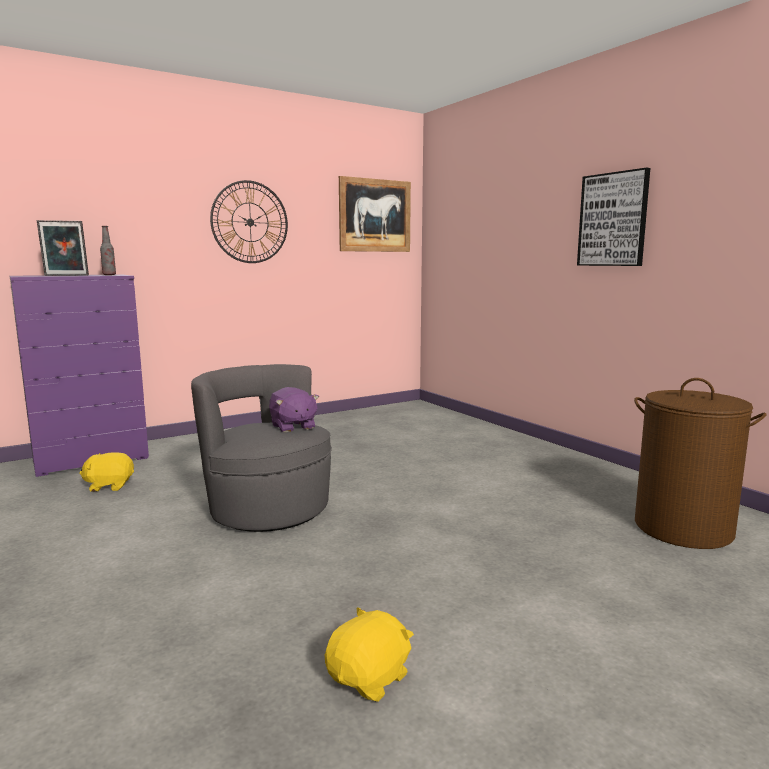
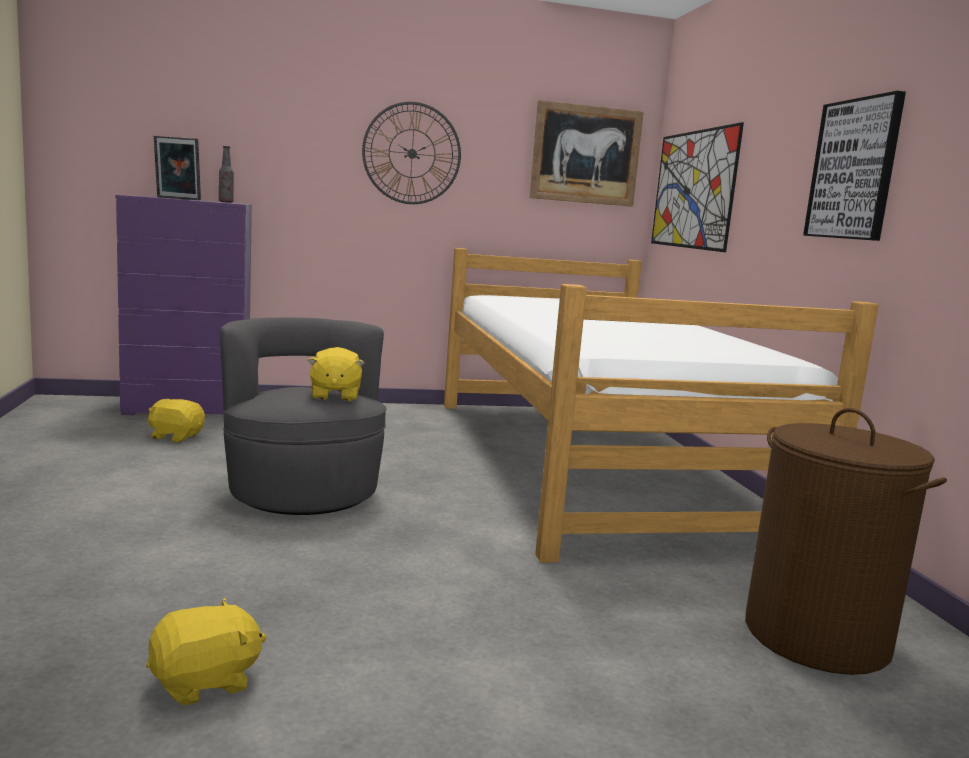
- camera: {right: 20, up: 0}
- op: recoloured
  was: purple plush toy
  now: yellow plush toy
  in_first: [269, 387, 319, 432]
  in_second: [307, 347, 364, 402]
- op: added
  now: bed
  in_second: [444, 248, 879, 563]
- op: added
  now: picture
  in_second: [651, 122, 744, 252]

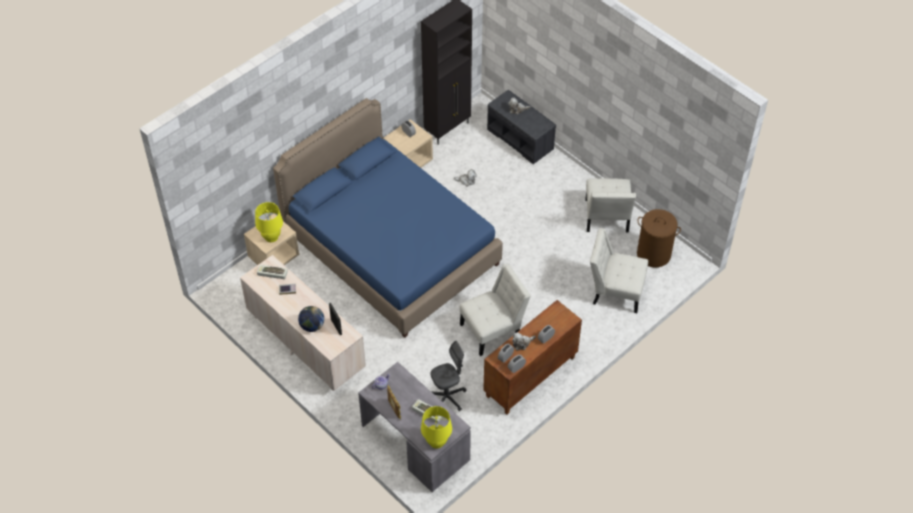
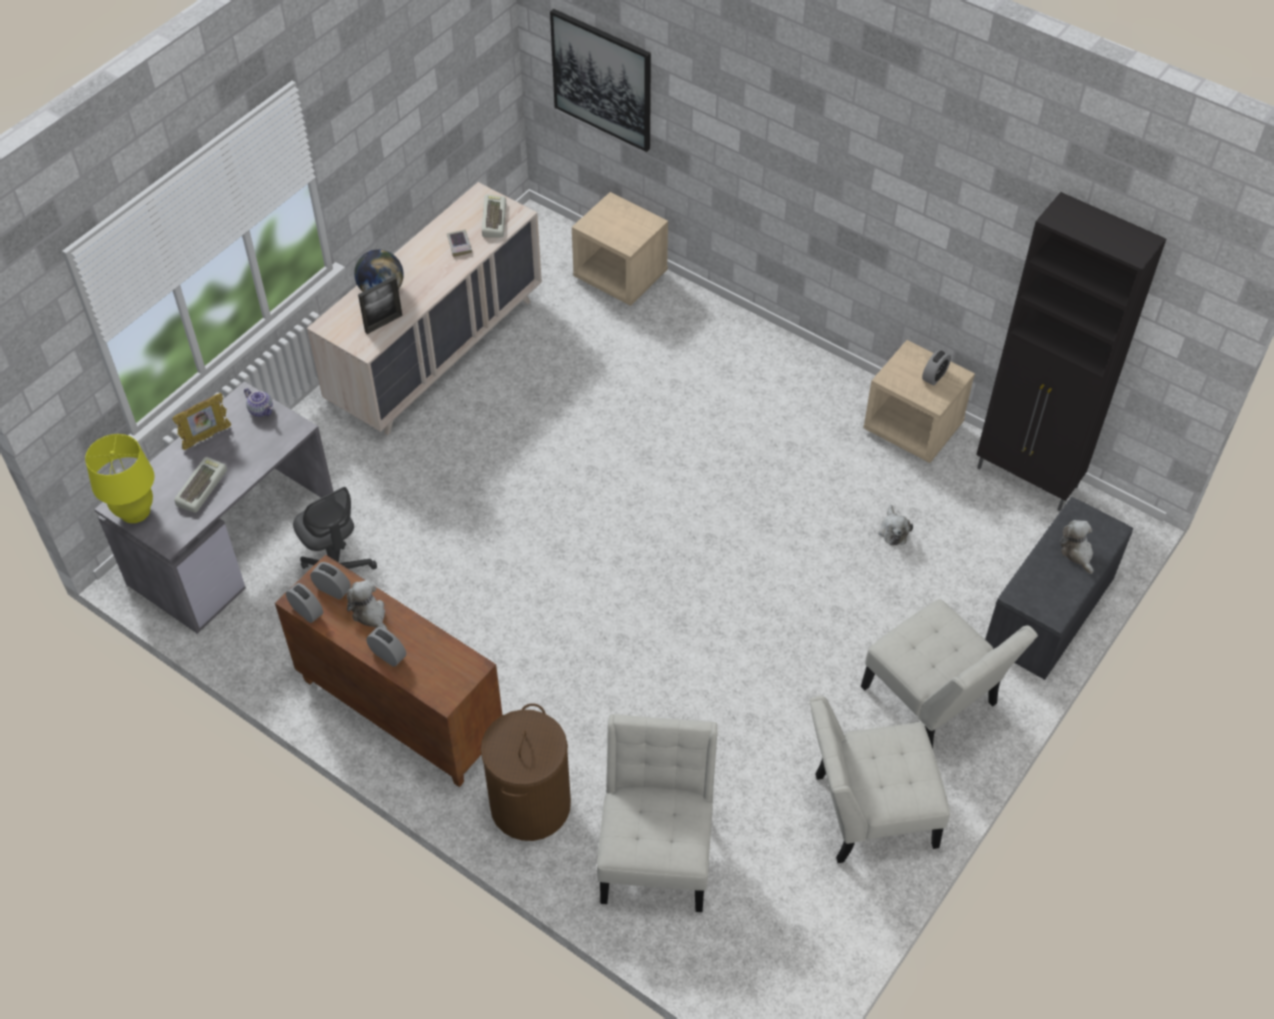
- camera: {right: 80, up: 0}
- op: removed
  was: yellow table lamp
  in_first: [255, 202, 283, 242]
- op: removed
  was: blue bed
  in_first: [273, 98, 503, 338]
- op: moved
  was: white chair
  in_first: [460, 264, 531, 356]
  in_second: [861, 599, 1038, 748]
- op: moved
  was: brown laundry basket
  in_first: [637, 209, 681, 267]
  in_second: [481, 703, 571, 841]
- op: added
  now: picture
  in_second: [550, 9, 651, 152]

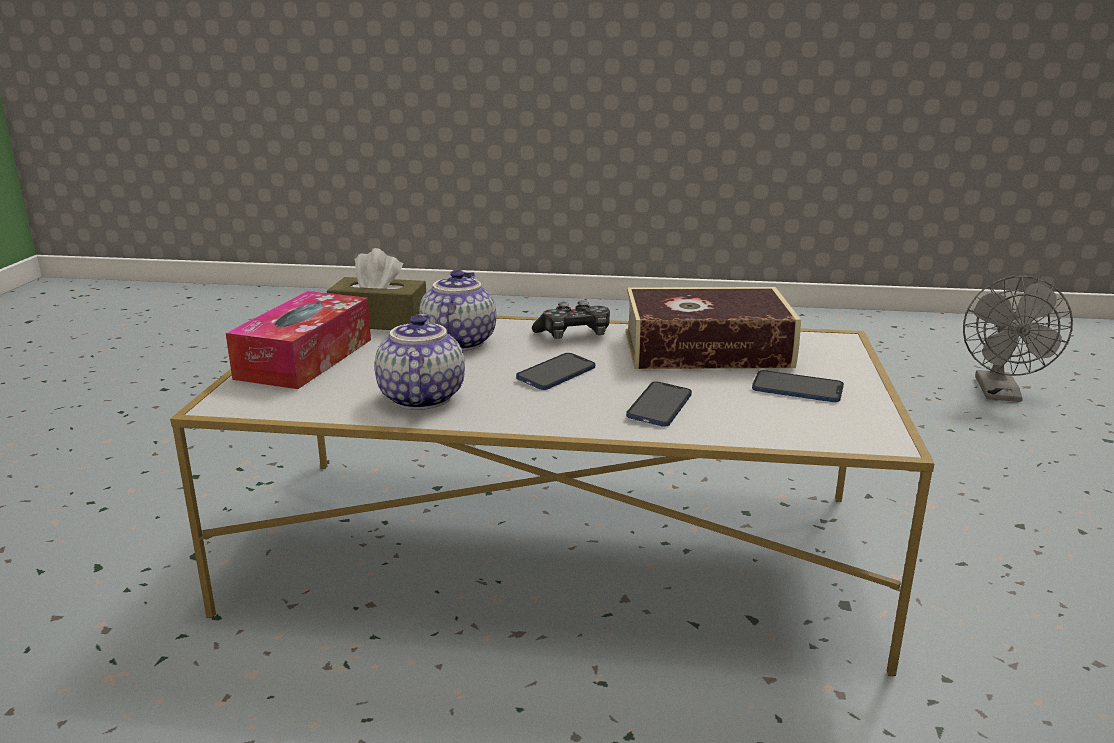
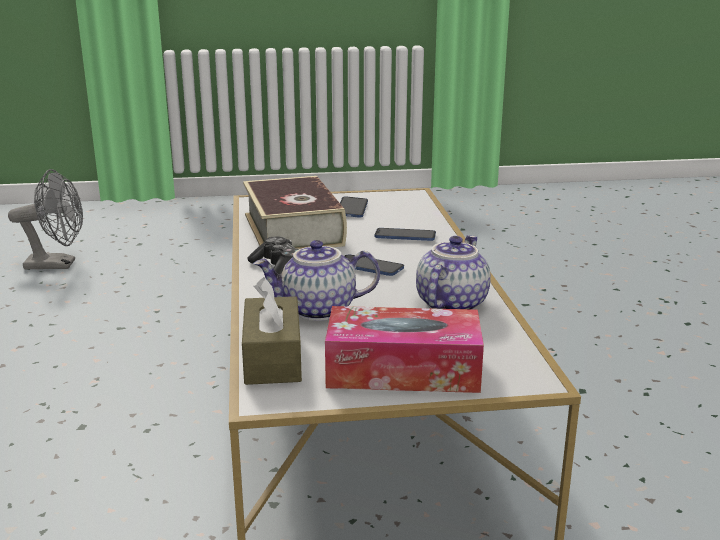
- camera: {right: -105, up: 0}
- op: turned
  was: teapot
  in_first: [375, 314, 465, 410]
  in_second: [416, 235, 491, 310]
  clockwise: 135

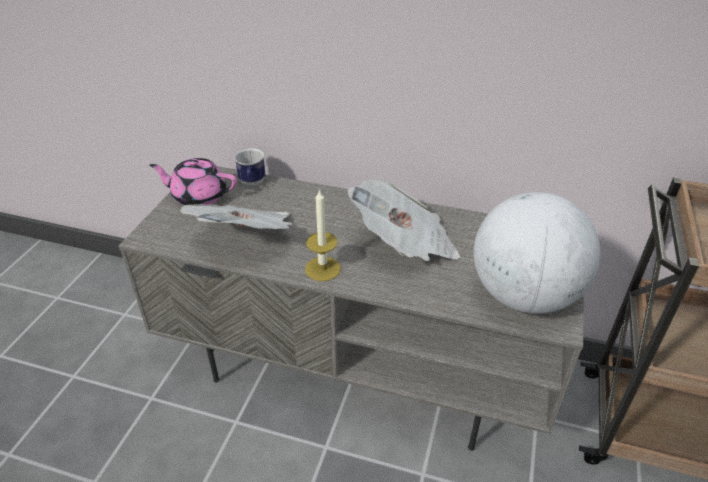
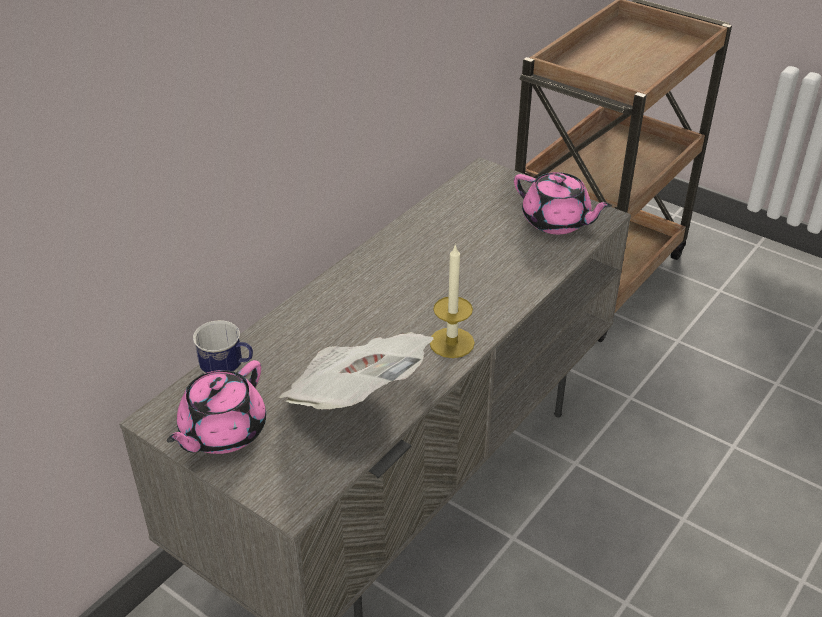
- camera: {right: -70, up: 0}
- op: removed
  was: newspaper
  in_first: [348, 179, 460, 261]
- op: replaced
  was: globe
  now: pink teapot
  in_first: [474, 192, 600, 314]
  in_second: [514, 172, 612, 234]

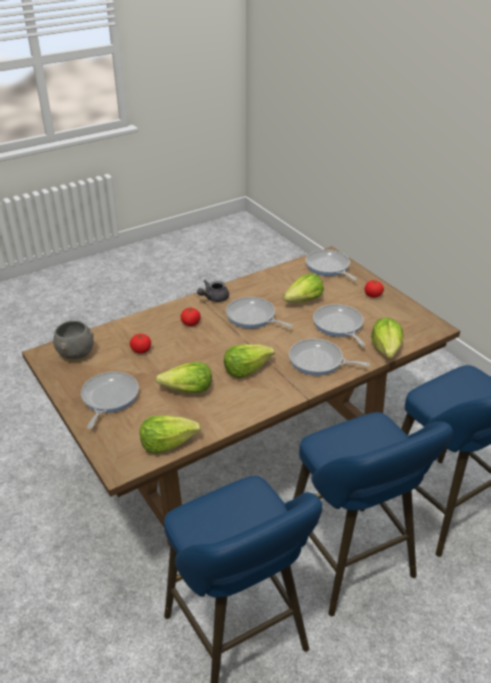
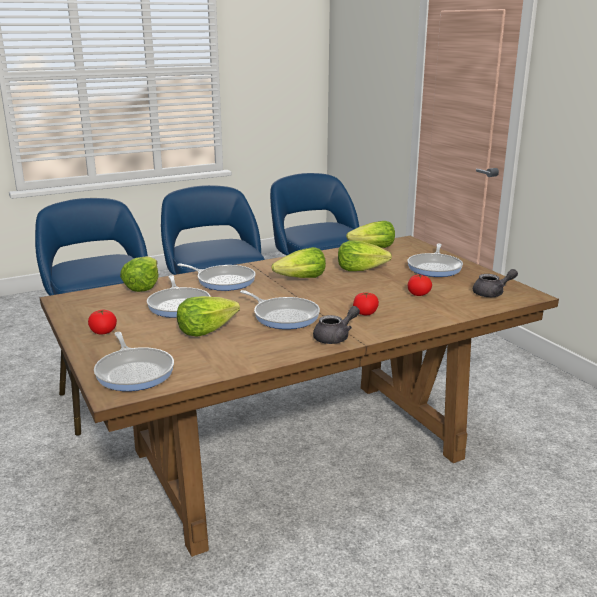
- camera: {right: -175, up: -15}
- op: replaced
  was: grey bowl
  now: grey teapot
  in_first: [53, 321, 94, 359]
  in_second: [473, 269, 518, 297]

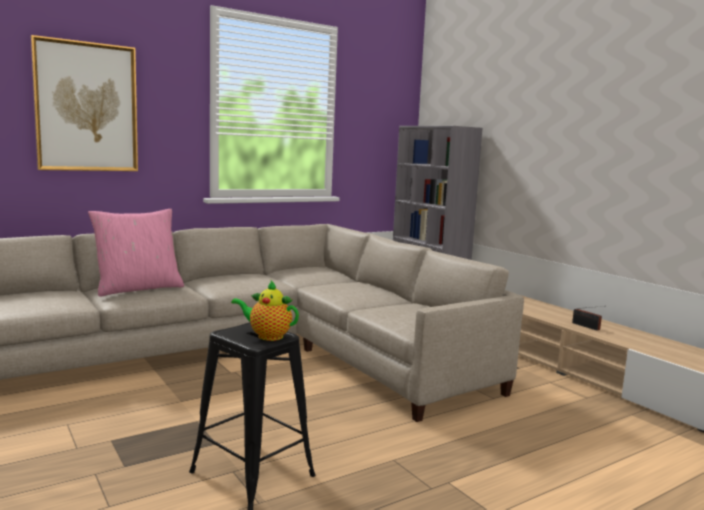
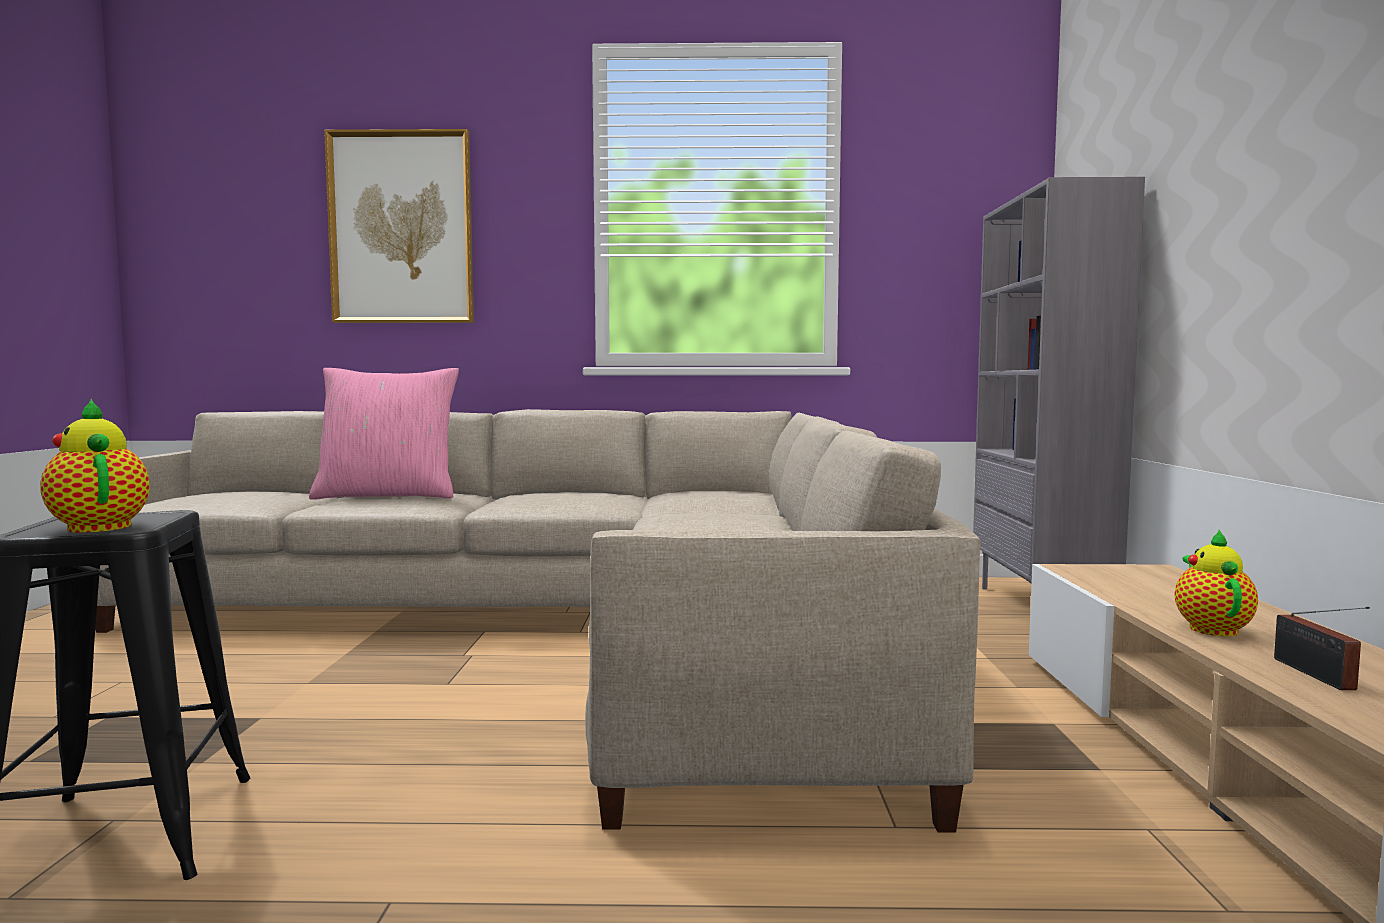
- camera: {right: 35, up: -5}
- op: added
  now: teapot
  in_second: [1175, 530, 1258, 636]

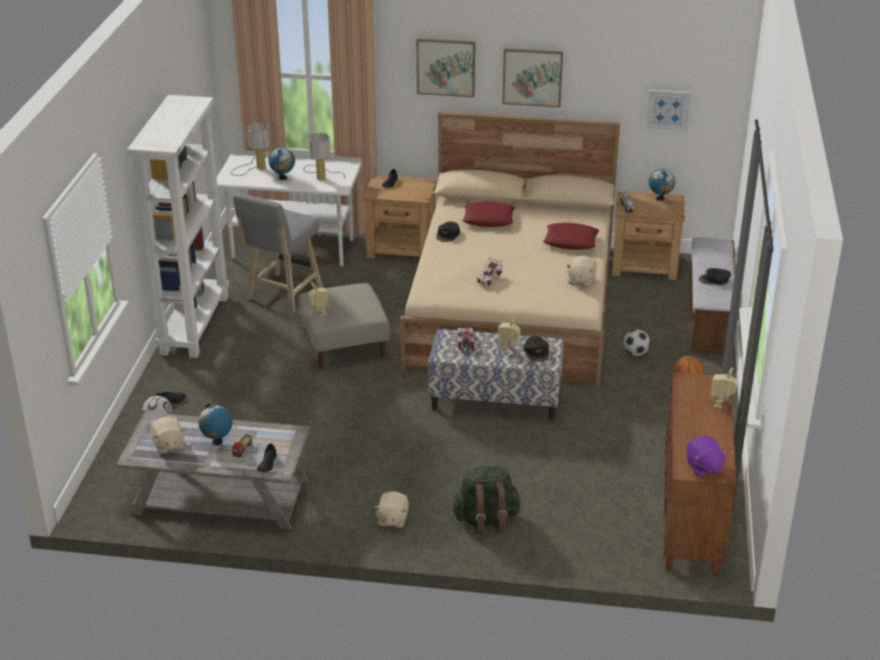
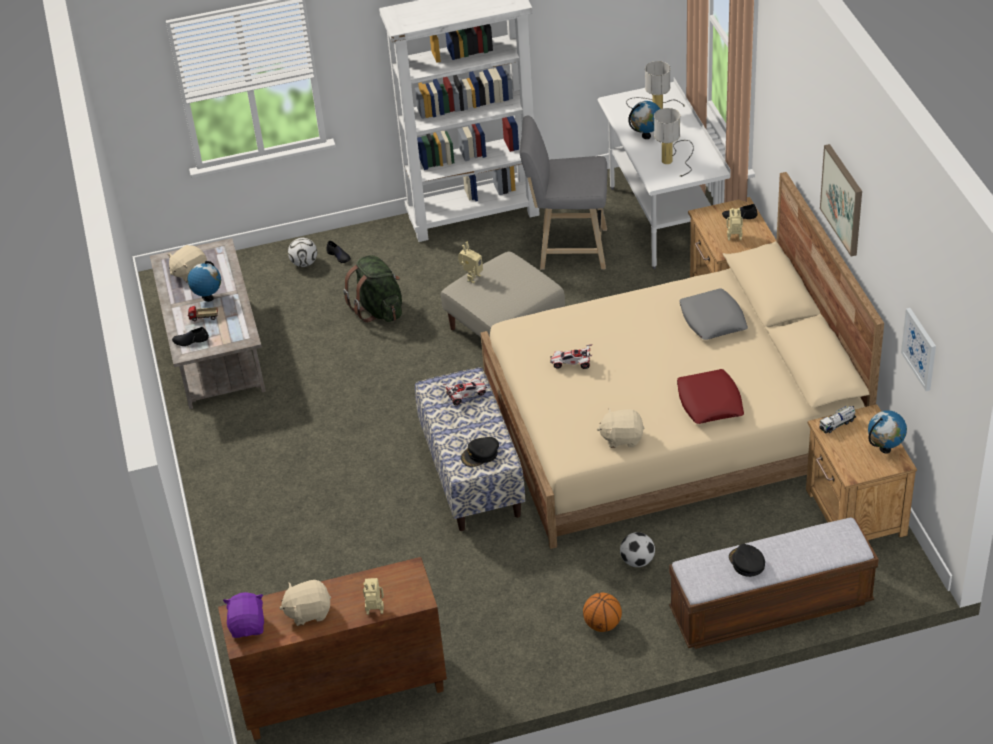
- camera: {right: 70, up: 10}
- op: moved
  was: beige plush toy
  in_first: [374, 491, 409, 529]
  in_second: [279, 580, 331, 626]
- op: removed
  was: picture
  in_first: [417, 38, 475, 97]
- op: removed
  was: black cap
  in_first: [436, 222, 460, 242]
- op: moved
  was: green backpack
  in_first: [451, 466, 520, 534]
  in_second: [343, 255, 402, 323]
- op: recoloured
  was: red pillow
  now: grey pillow
  in_first: [462, 201, 515, 227]
  in_second: [679, 288, 748, 340]
- op: moved
  was: toy robot
  in_first: [498, 317, 520, 354]
  in_second: [726, 208, 743, 240]
- op: turned
  was: purple plush toy
  in_first: [686, 436, 728, 477]
  in_second: [223, 592, 264, 638]
  clockwise: 120

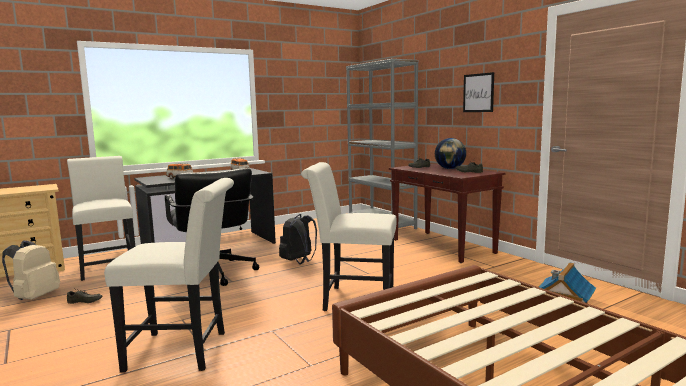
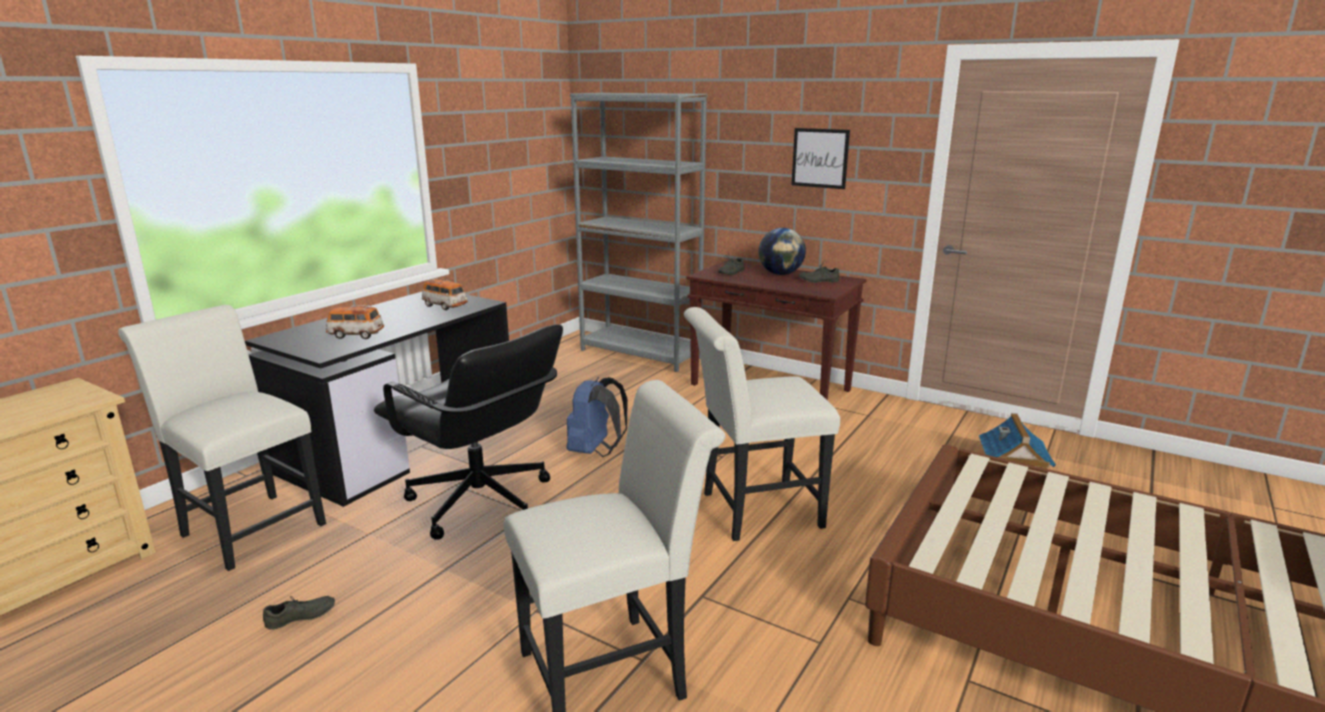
- camera: {right: -25, up: 10}
- op: removed
  was: beige backpack
  in_first: [2, 240, 60, 300]
- op: recoloured
  was: black backpack
  now: blue backpack
  in_first: [279, 214, 317, 264]
  in_second: [566, 377, 628, 457]

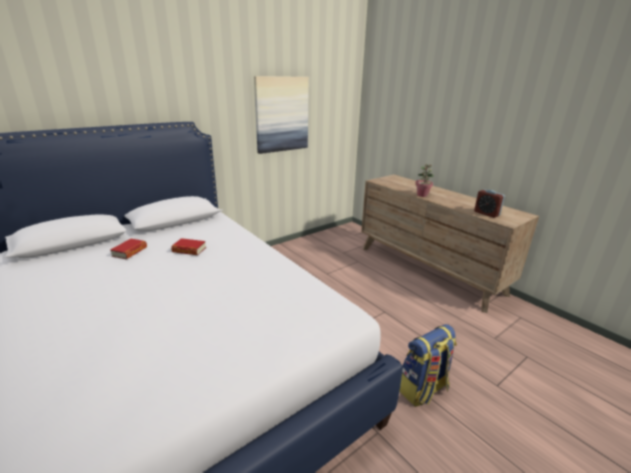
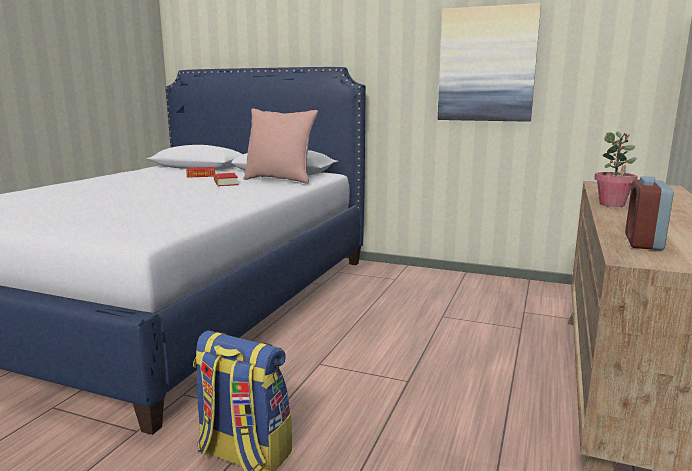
- camera: {right: 60, up: -10}
- op: added
  now: pink pillow
  in_second: [243, 108, 318, 184]

